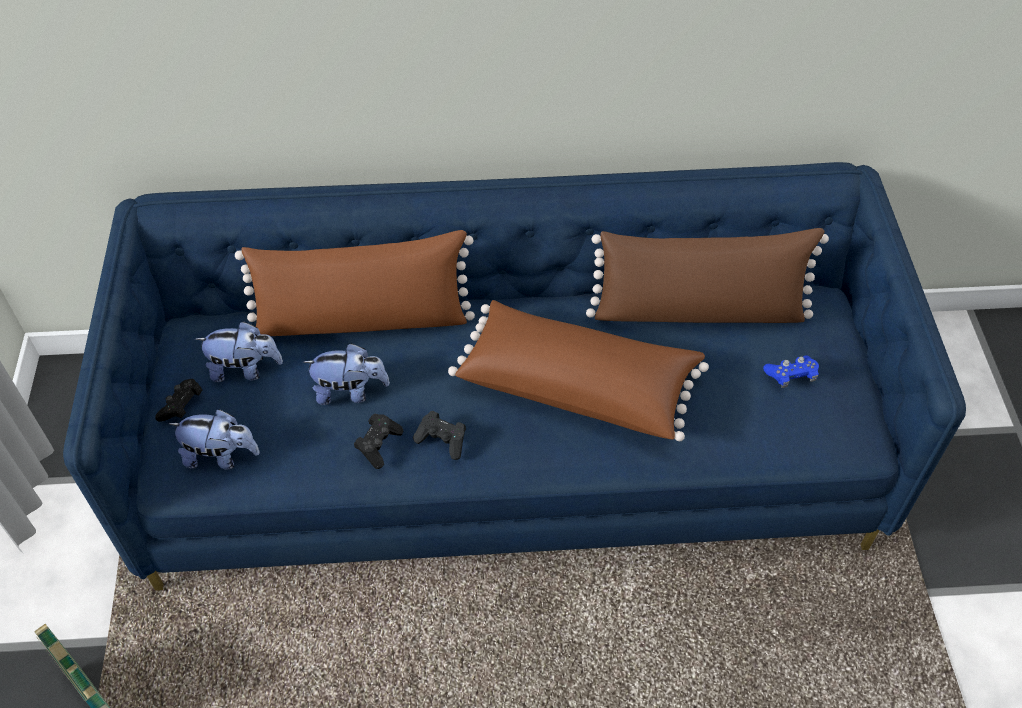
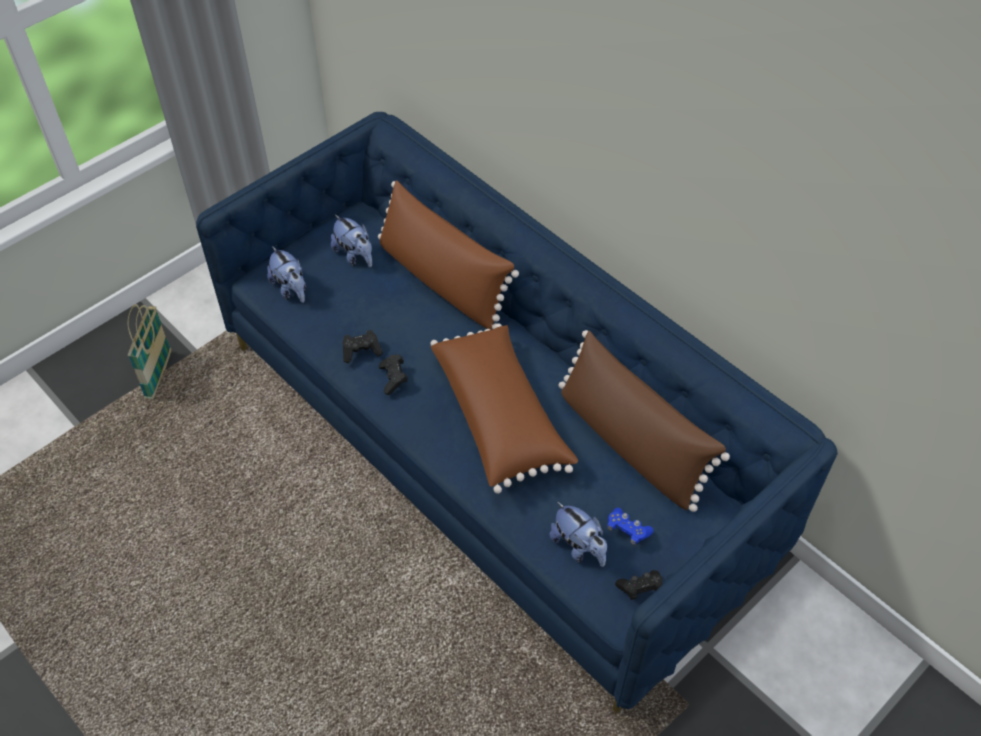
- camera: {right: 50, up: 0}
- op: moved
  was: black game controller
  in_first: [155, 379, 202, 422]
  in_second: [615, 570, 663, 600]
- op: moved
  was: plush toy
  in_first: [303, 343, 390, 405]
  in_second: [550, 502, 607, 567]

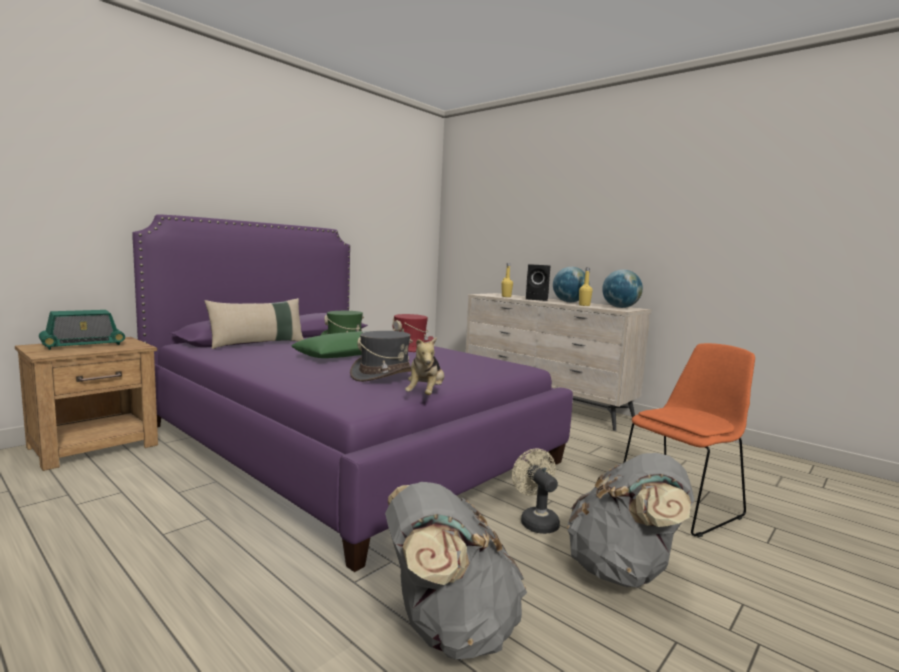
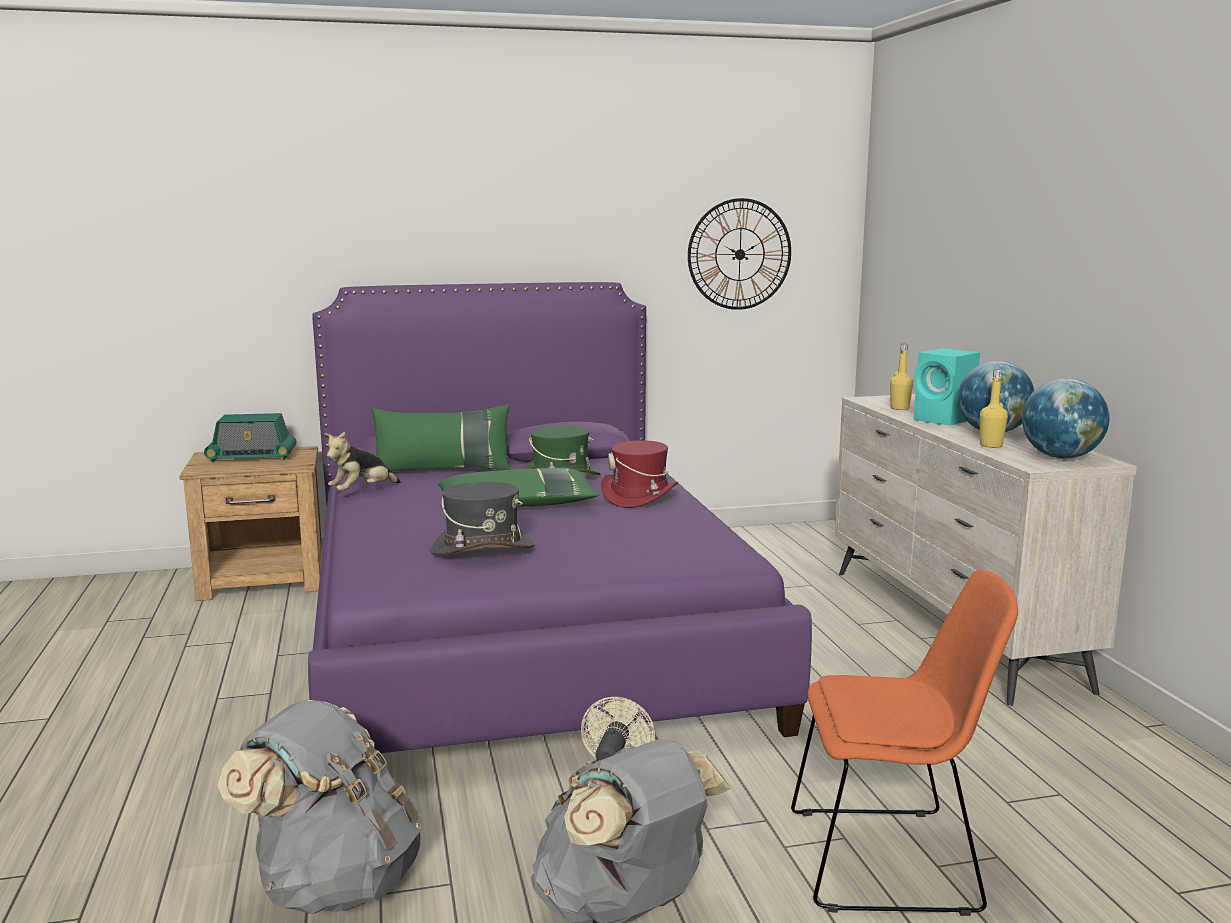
- camera: {right: 35, up: 5}
- op: recoloured
  was: beige pillow
  now: green pillow
  in_first: [205, 298, 304, 349]
  in_second: [372, 404, 510, 471]
- op: moved
  was: plush toy
  in_first: [405, 337, 444, 395]
  in_second: [324, 432, 401, 491]
- op: recoloured
  was: black speaker
  now: turquoise speaker
  in_first: [526, 264, 551, 301]
  in_second: [914, 348, 980, 426]
- op: added
  now: wall clock
  in_second: [688, 198, 791, 310]

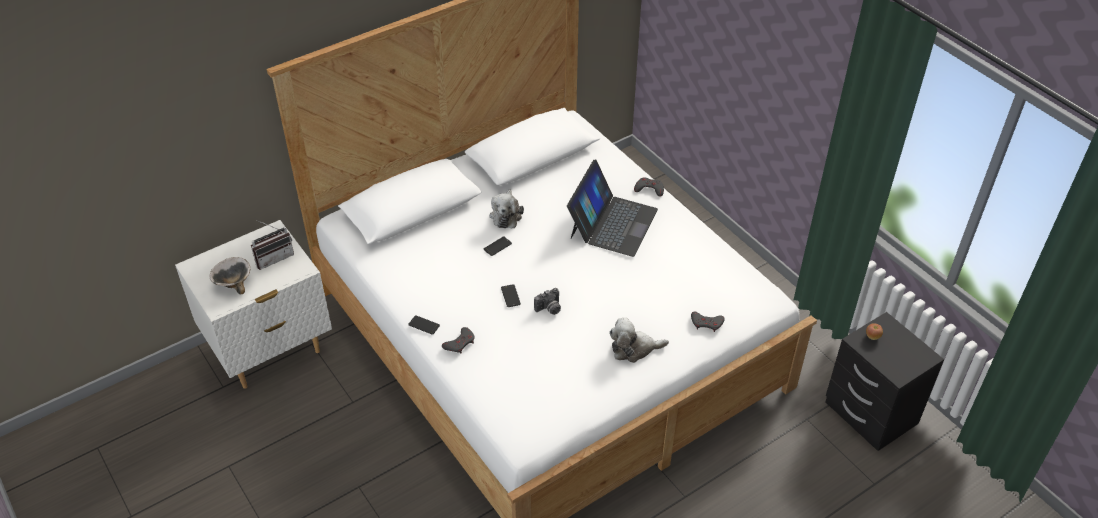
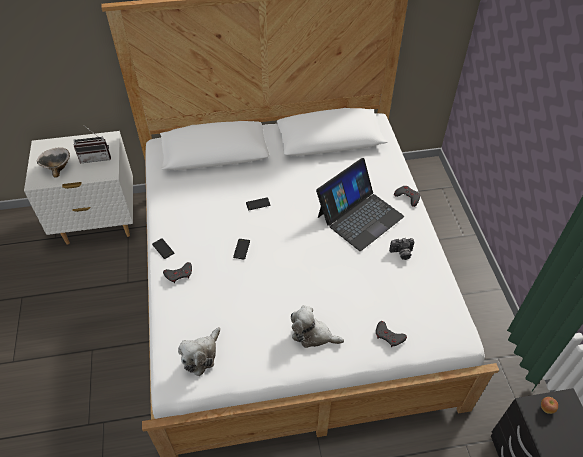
- camera: {right: 25, up: 5}
- op: moved
  was: plush toy
  in_first: [489, 189, 524, 228]
  in_second: [178, 327, 220, 376]
- op: moved
  was: photo camera
  in_first: [534, 288, 561, 315]
  in_second: [389, 238, 414, 260]

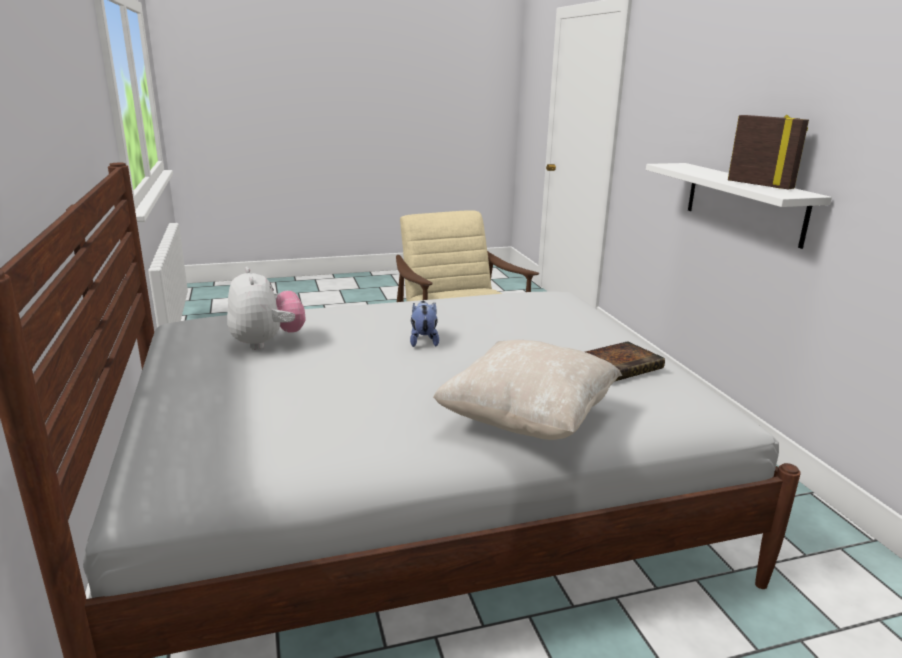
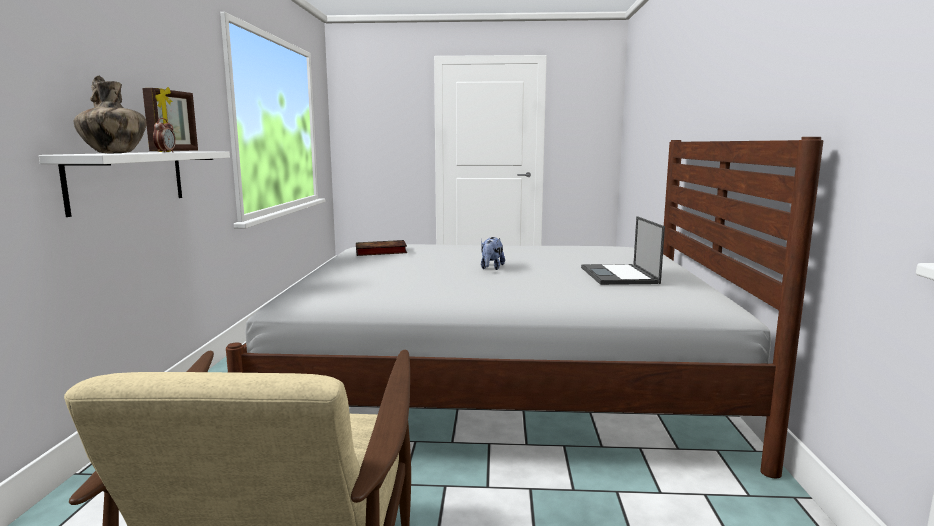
- camera: {right: -160, up: -10}
- op: replaced
  was: plush toy
  now: laptop
  in_first: [227, 267, 306, 350]
  in_second: [581, 216, 665, 285]
- op: removed
  was: beige pillow
  in_first: [433, 340, 622, 440]
- op: turned
  was: picture frame
  in_first: [728, 115, 809, 189]
  in_second: [142, 87, 198, 152]
  clockwise: -150
- op: added
  now: vase
  in_second: [74, 75, 146, 153]
- op: added
  now: alarm clock
  in_second: [153, 118, 176, 152]

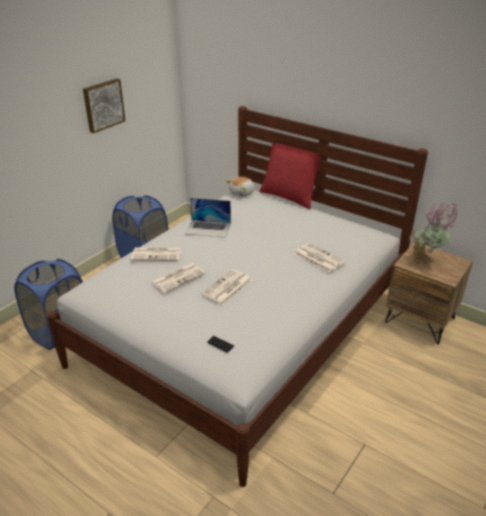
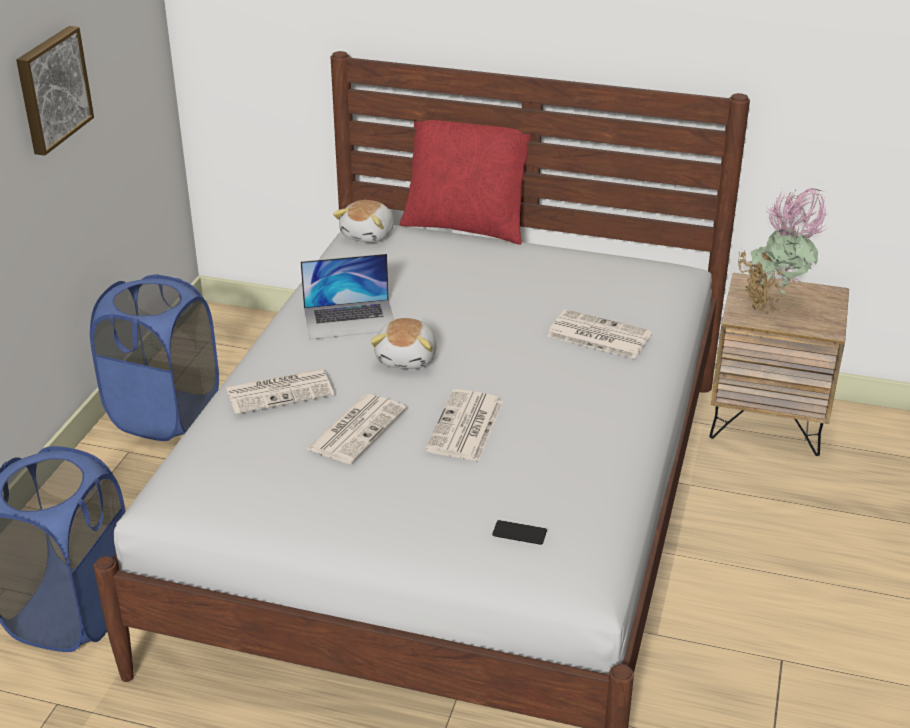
- camera: {right: -20, up: 0}
- op: added
  now: plush toy
  in_second: [370, 318, 437, 369]

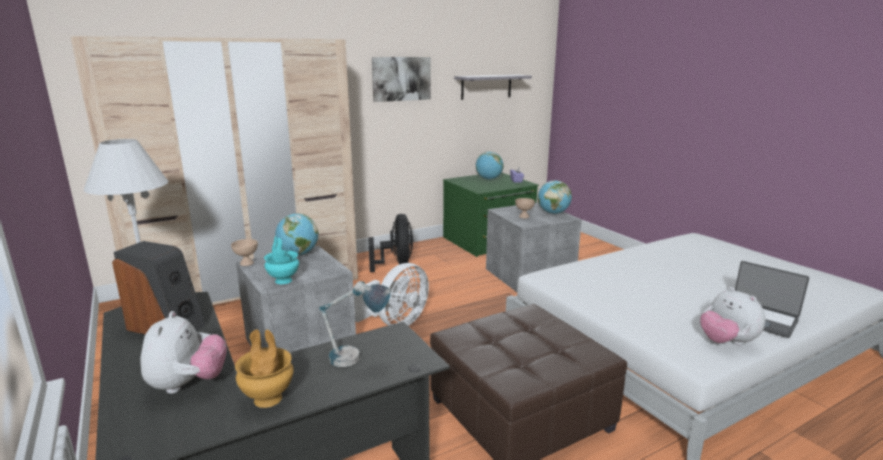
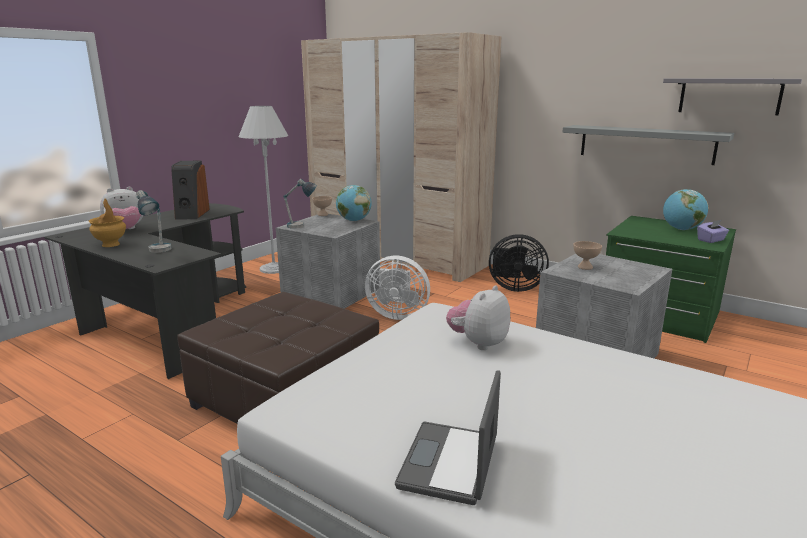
- camera: {right: 65, up: 0}
- op: replaced
  was: turquoise vase
  now: table lamp
  in_first: [264, 236, 299, 284]
  in_second: [283, 179, 317, 229]
- op: turned
  was: black fan
  in_first: [368, 214, 413, 272]
  in_second: [489, 234, 549, 292]
  clockwise: 45
- op: removed
  was: picture
  in_first: [372, 57, 431, 102]
- op: removed
  was: globe
  in_first: [538, 181, 572, 214]
- op: moved
  was: plush toy
  in_first: [700, 287, 766, 346]
  in_second: [446, 285, 510, 350]
- op: added
  now: grey shelf
  in_second: [562, 125, 734, 165]

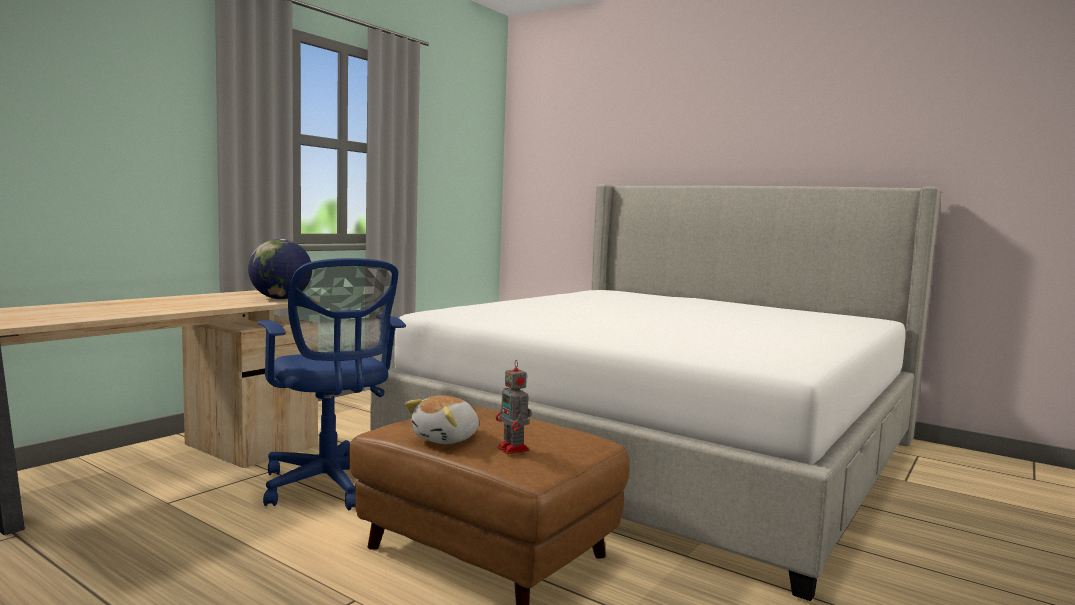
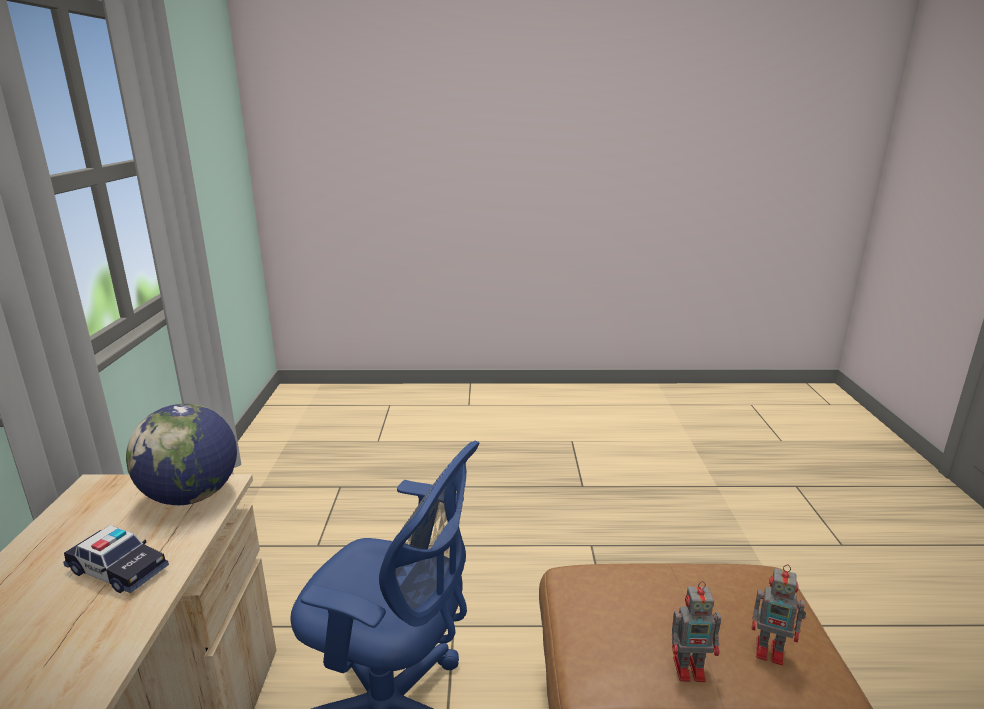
- camera: {right: -35, up: 15}
- op: removed
  was: bed
  in_first: [370, 184, 940, 601]
- op: replaced
  was: plush toy
  now: toy robot
  in_first: [405, 396, 479, 444]
  in_second: [672, 581, 721, 682]
- op: added
  now: toy car
  in_second: [63, 525, 169, 593]

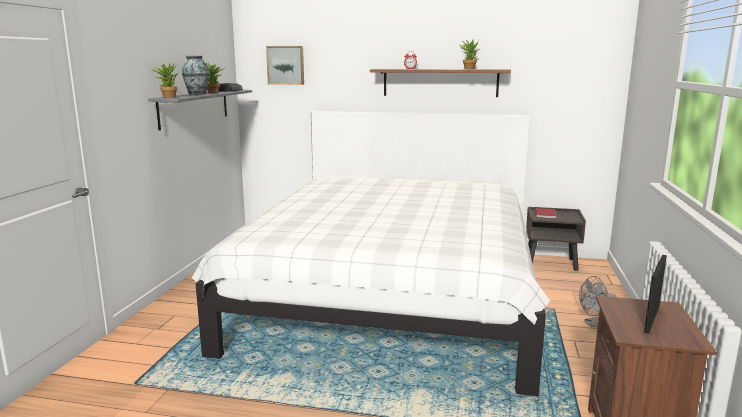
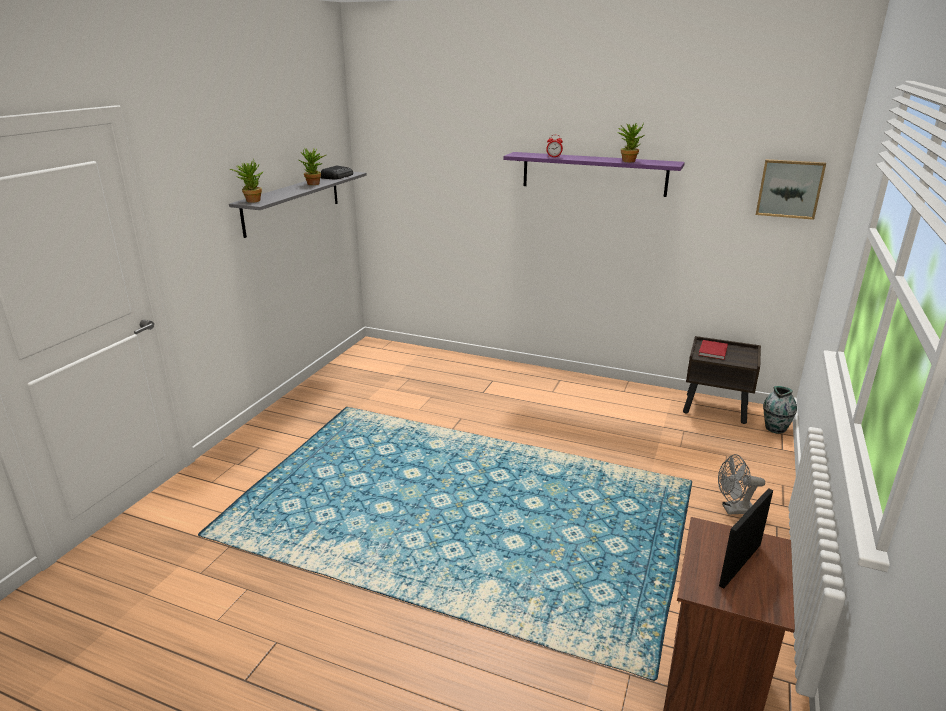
- camera: {right: 10, up: 10}
- op: moved
  was: vase
  in_first: [182, 56, 210, 95]
  in_second: [763, 386, 797, 434]
- op: removed
  was: white bed
  in_first: [192, 111, 550, 396]
- op: moved
  was: picture
  in_first: [266, 46, 304, 85]
  in_second: [756, 159, 826, 220]
- op: recoloured
  was: brown shelf
  now: purple shelf
  in_first: [370, 69, 511, 97]
  in_second: [503, 152, 685, 197]

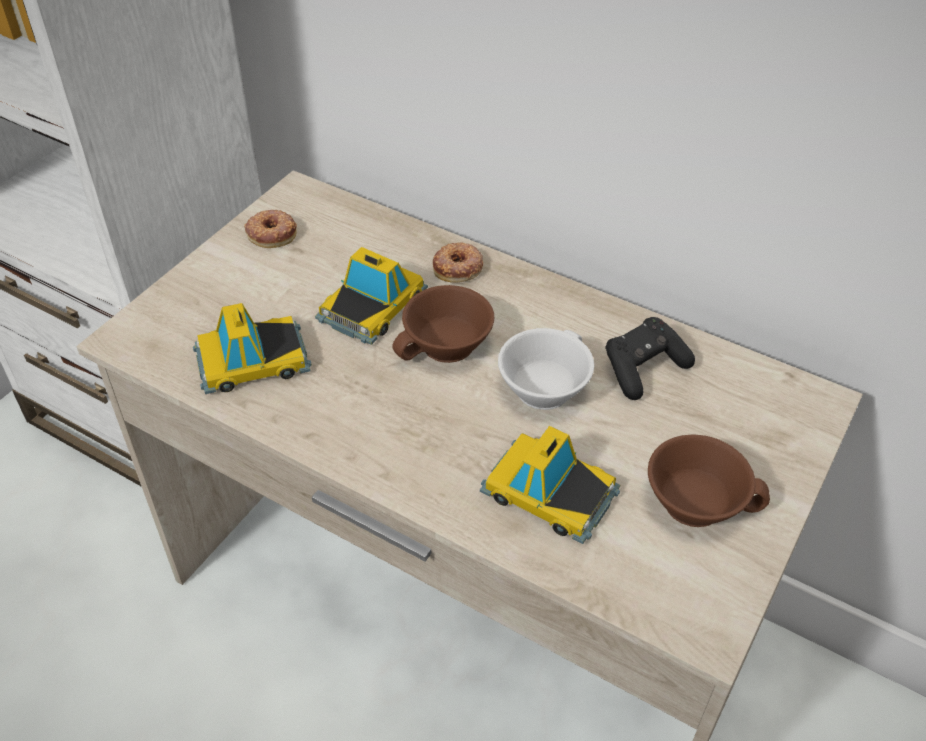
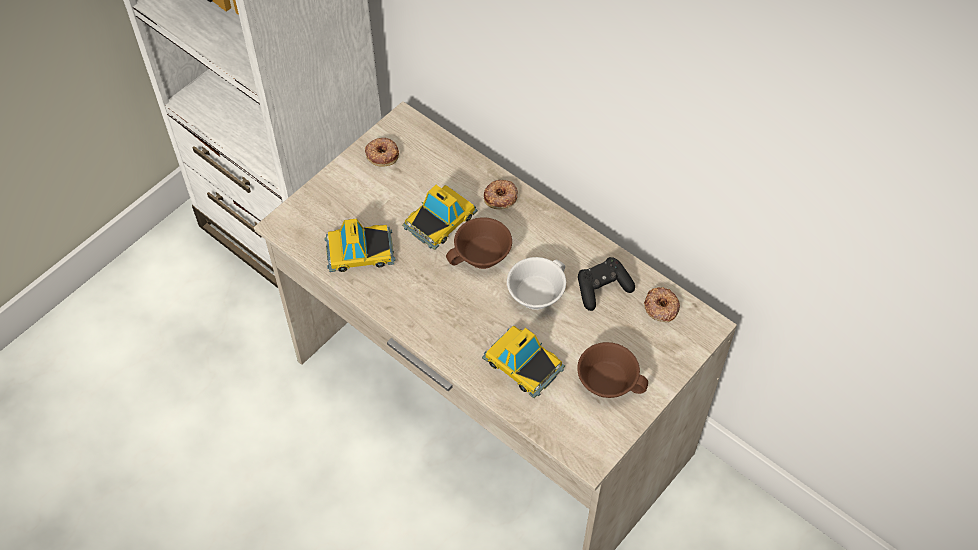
- camera: {right: 10, up: 10}
- op: added
  now: donut
  in_second: [644, 287, 680, 322]

